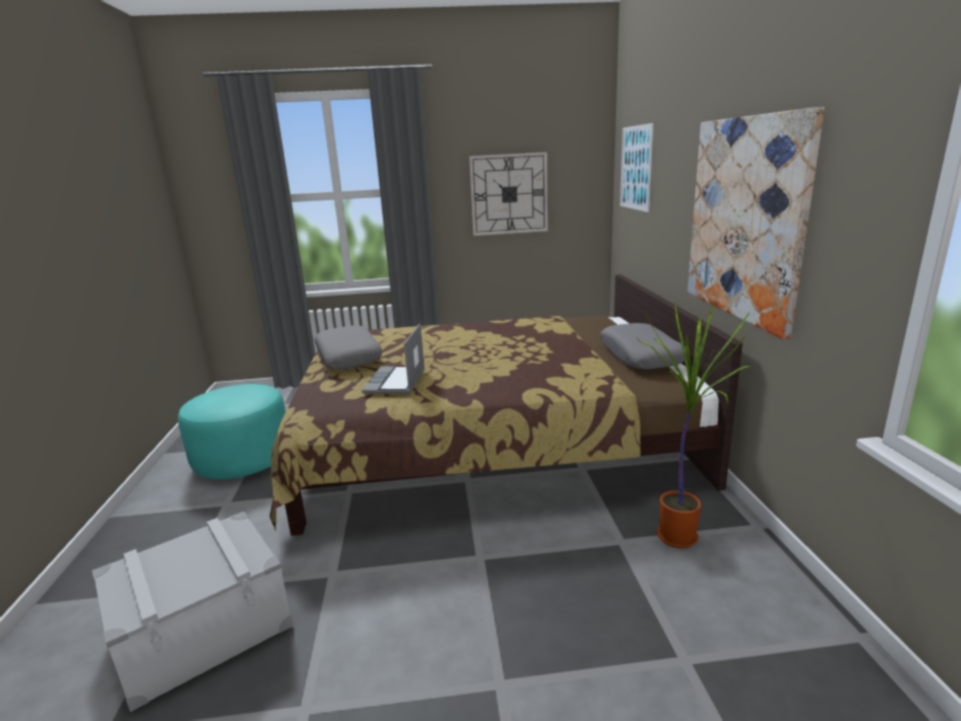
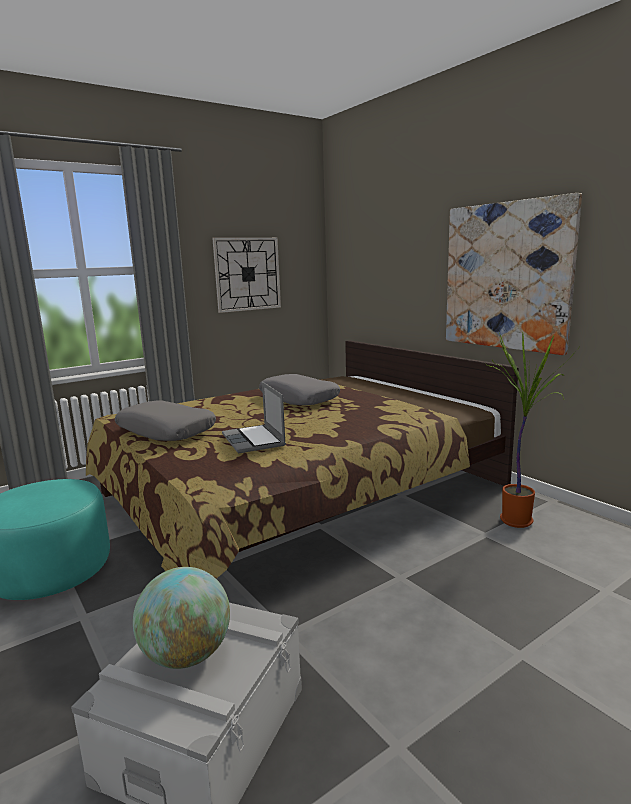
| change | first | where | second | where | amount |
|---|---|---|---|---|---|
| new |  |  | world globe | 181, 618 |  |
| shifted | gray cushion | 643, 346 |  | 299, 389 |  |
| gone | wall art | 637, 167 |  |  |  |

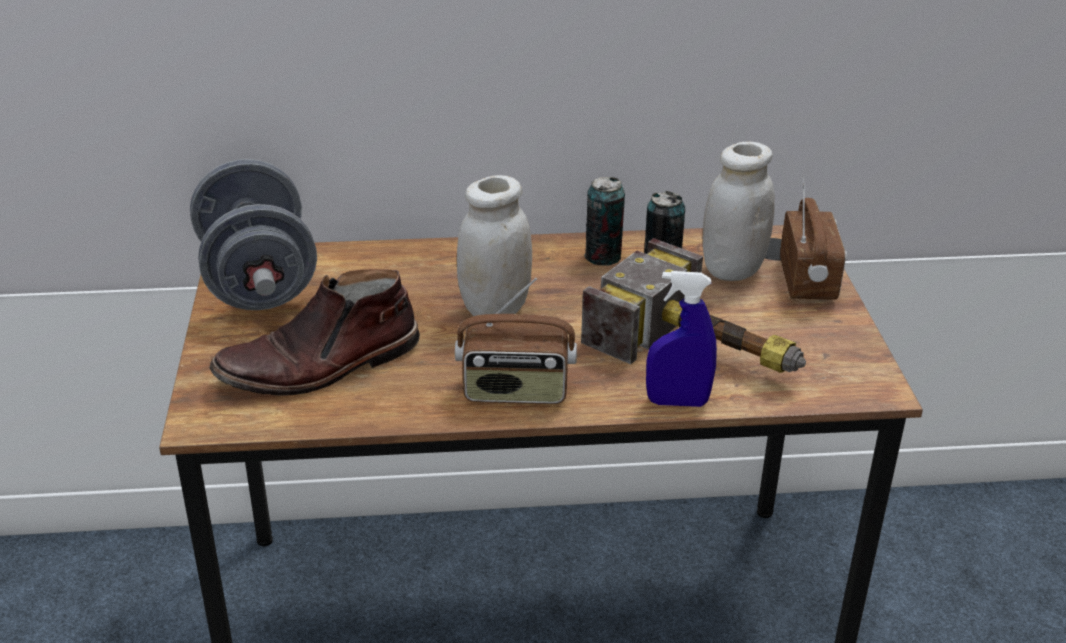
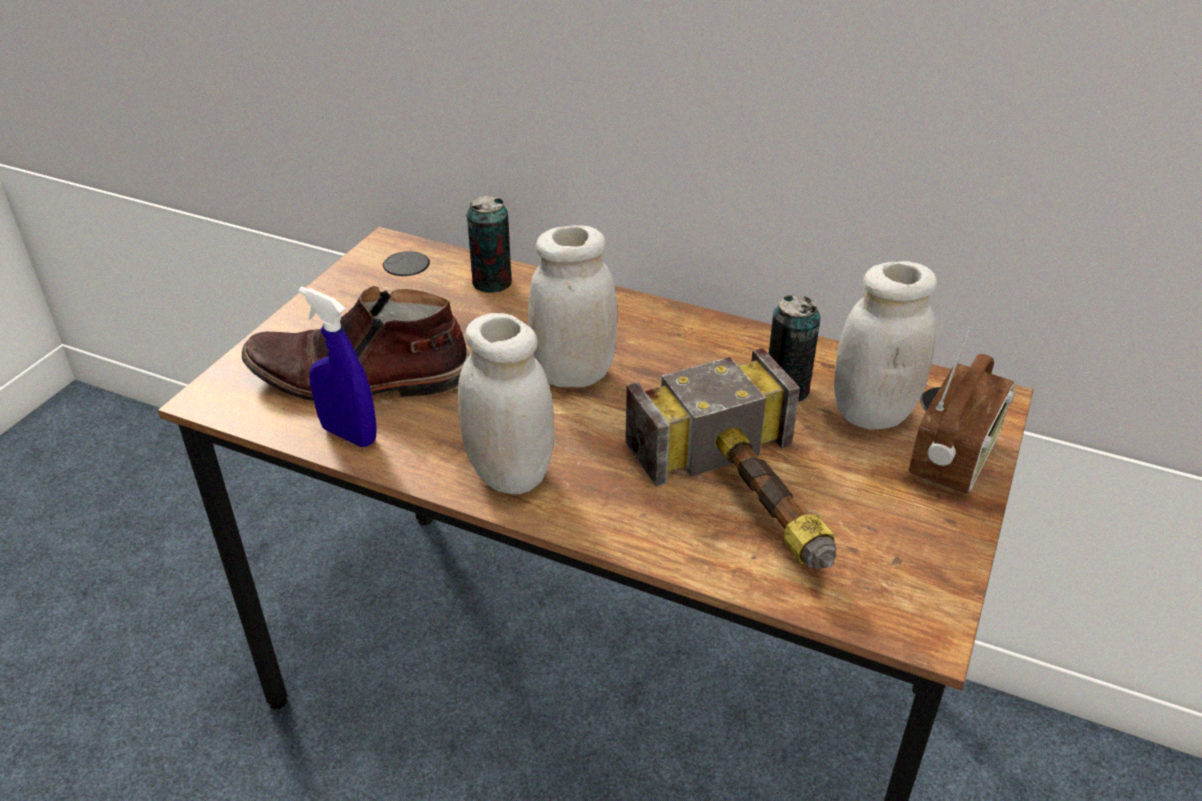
| change | first | where | second | where | amount |
|---|---|---|---|---|---|
| shifted | bluish spray bottle | 681, 339 |  | 338, 367 |  |
| swapped | radio | 516, 341 | white preserve jar | 506, 403 |  |
| shifted | metal can | 604, 221 |  | 489, 244 |  |
| gone | gray dumbbell | 253, 234 |  |  |  |

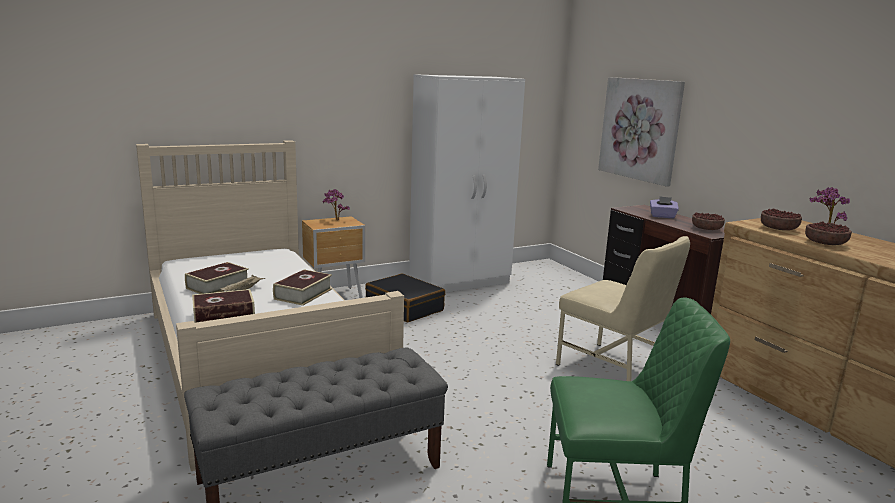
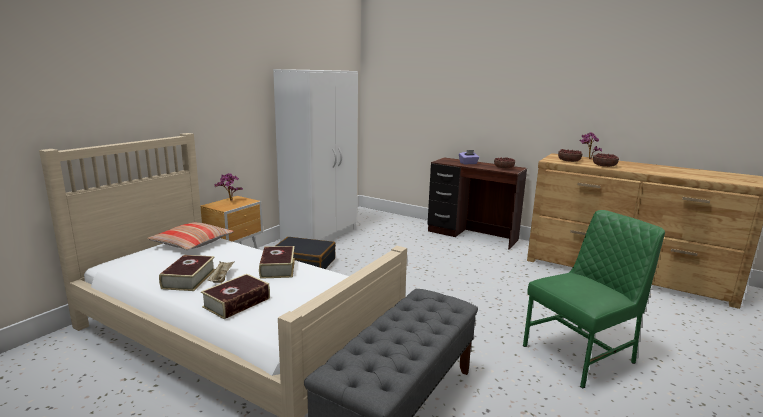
| change | first | where | second | where | amount |
|---|---|---|---|---|---|
| new |  |  | cushion | 190, 236 |  |
| gone | beige-coloured upright chair | 623, 308 |  |  |  |
| gone | wall art | 641, 132 |  |  |  |

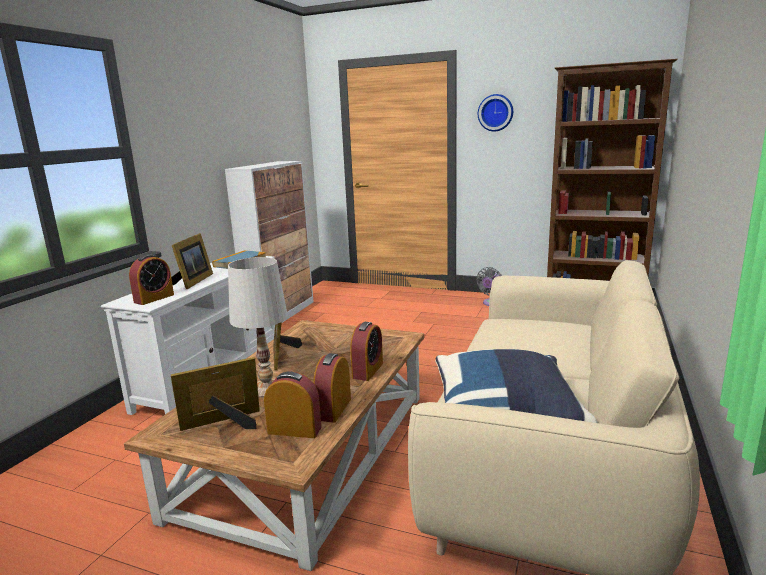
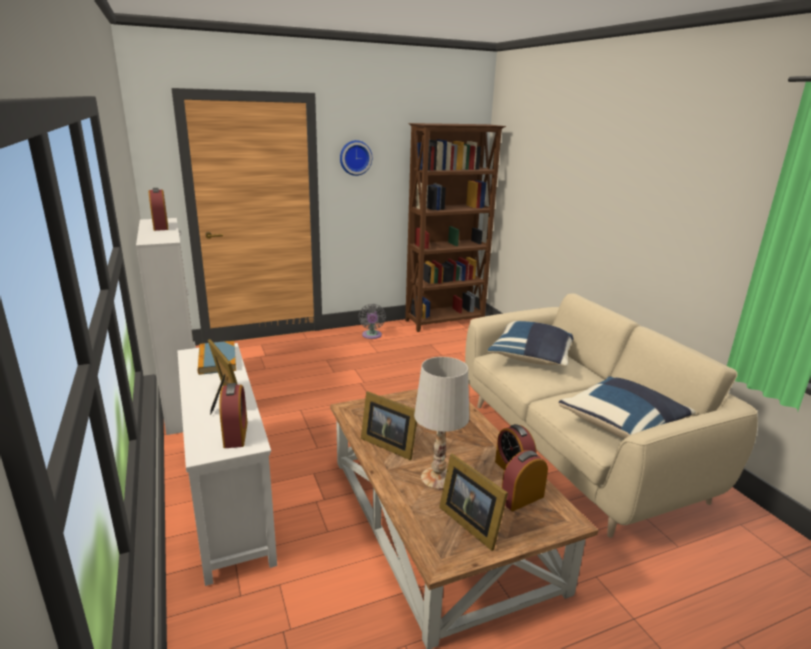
| change | first | where | second | where | amount |
|---|---|---|---|---|---|
| shifted | table clock | 366, 351 |  | 158, 209 |  |
| rotated | picture frame | 215, 394 |  | 473, 502 | 60 degrees counterclockwise |
| new |  |  | bluish cushion | 530, 344 |  |

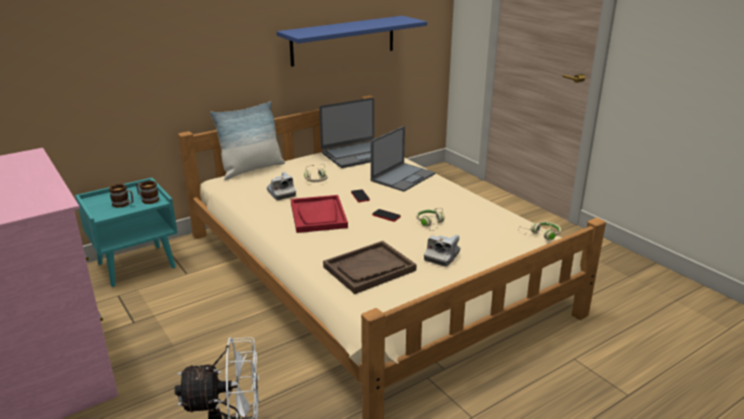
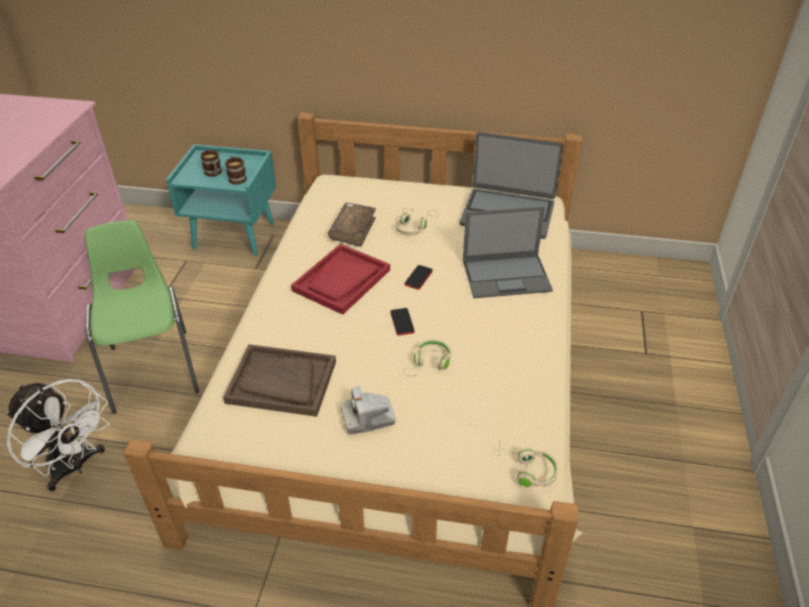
| change | first | where | second | where | amount |
|---|---|---|---|---|---|
| new |  |  | green upright chair | 142, 317 |  |
| swapped | still camera | 281, 186 | brownish book | 352, 225 |  |
| gone | cushion | 247, 140 |  |  |  |
| gone | bluish shelf | 352, 41 |  |  |  |

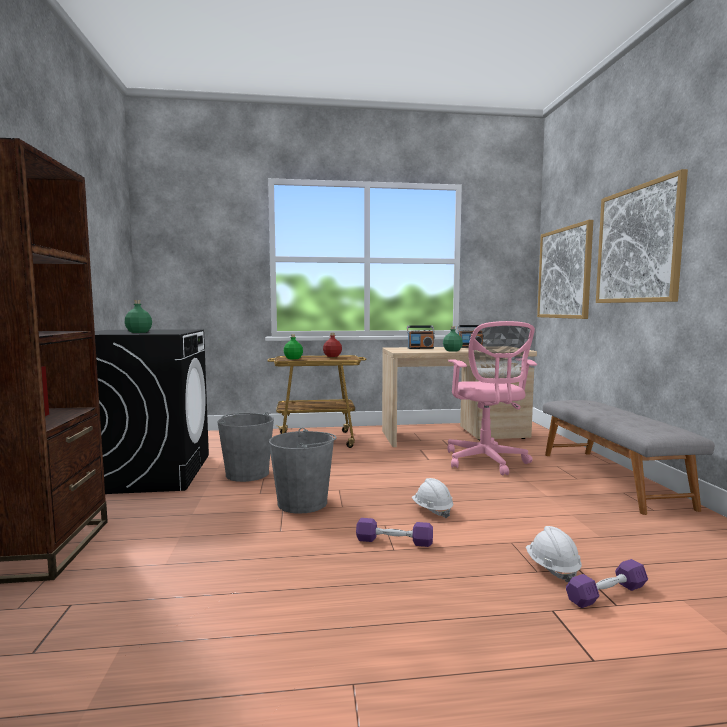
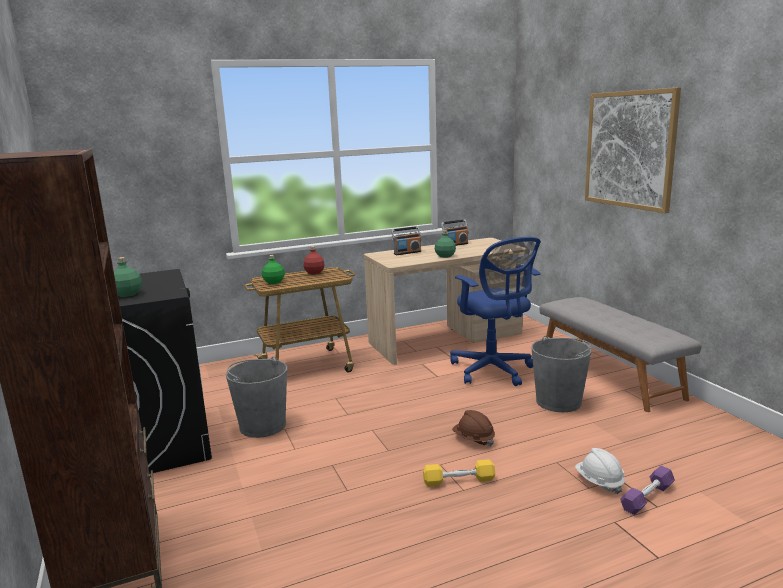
| change | first | where | second | where | amount |
|---|---|---|---|---|---|
| repainted | purple-coloured dumbbell | 394, 532 | yellow dumbbell | 459, 473 |  |
| repainted | pink-coloured office chair | 492, 398 | bluish office chair | 495, 311 |  |
| repainted | white work helmet | 433, 498 | brownish work helmet | 473, 428 |  |
| shifted | gray bucket | 303, 471 |  | 562, 374 |  |
| gone | wall art | 565, 269 |  |  |  |

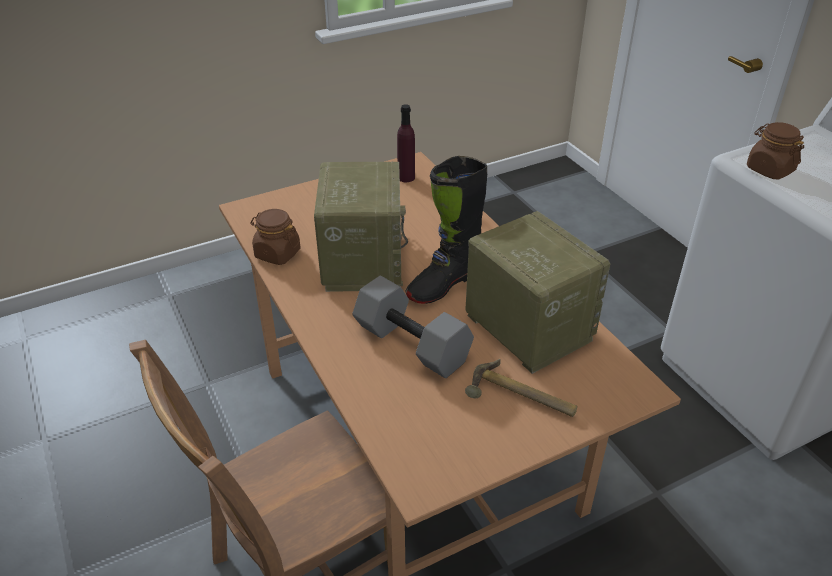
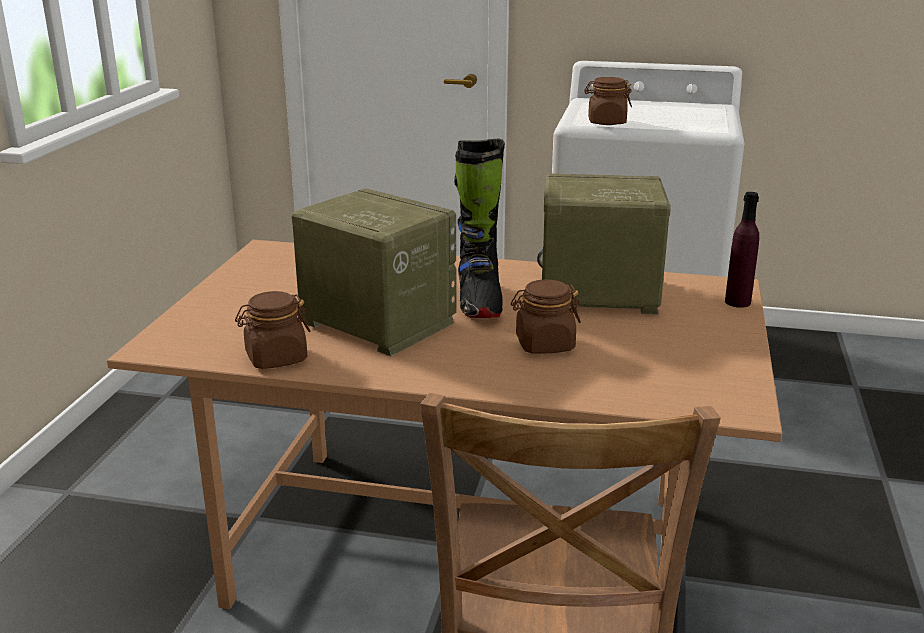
| change | first | where | second | where | amount |
|---|---|---|---|---|---|
| swapped | gray dumbbell | 413, 327 | brownish preserve jar | 546, 317 |  |
| shifted | purple-coloured drink bottle | 406, 143 |  | 742, 250 |  |
| gone | hand hammer | 521, 388 |  |  |  |

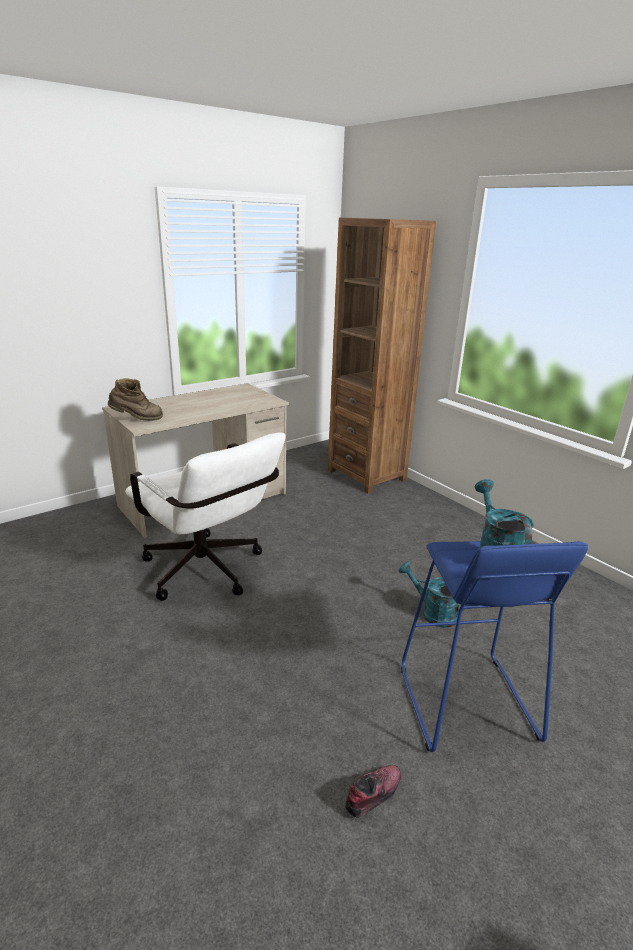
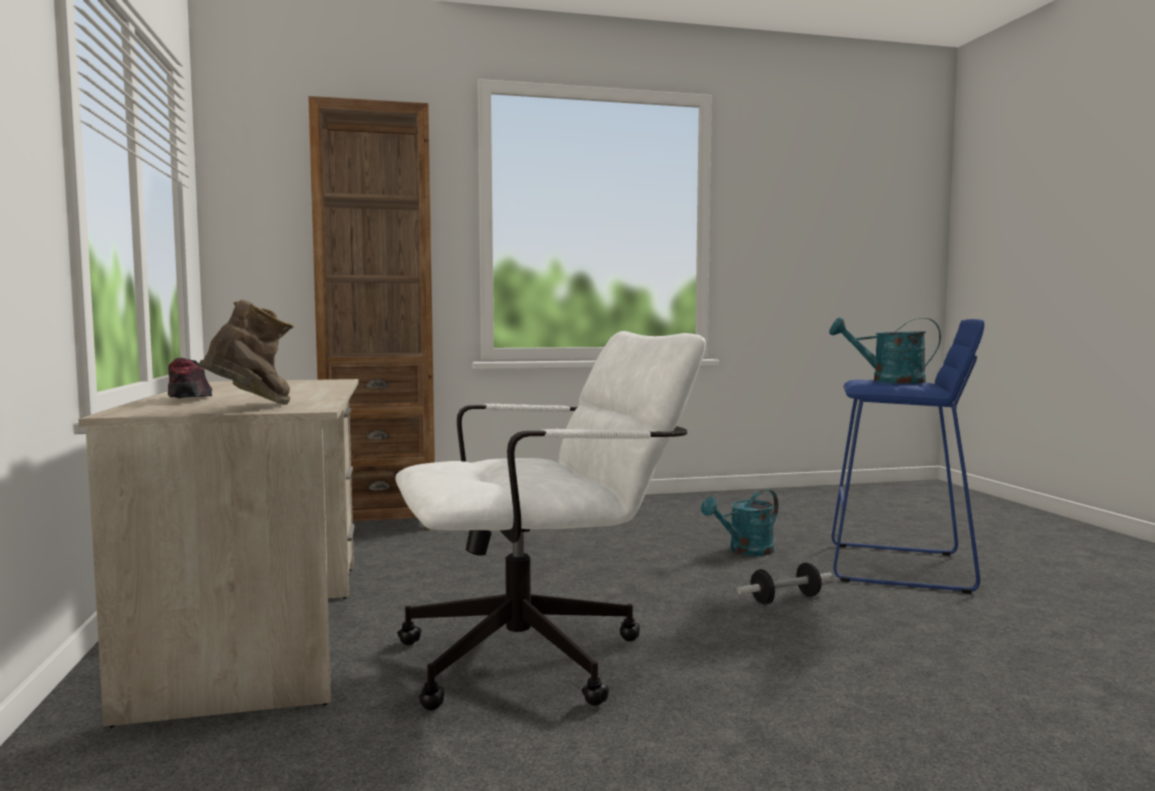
| change | first | where | second | where | amount |
|---|---|---|---|---|---|
| shifted | item of footwear | 373, 791 |  | 190, 378 |  |
| new |  |  | dumbbell | 784, 584 |  |

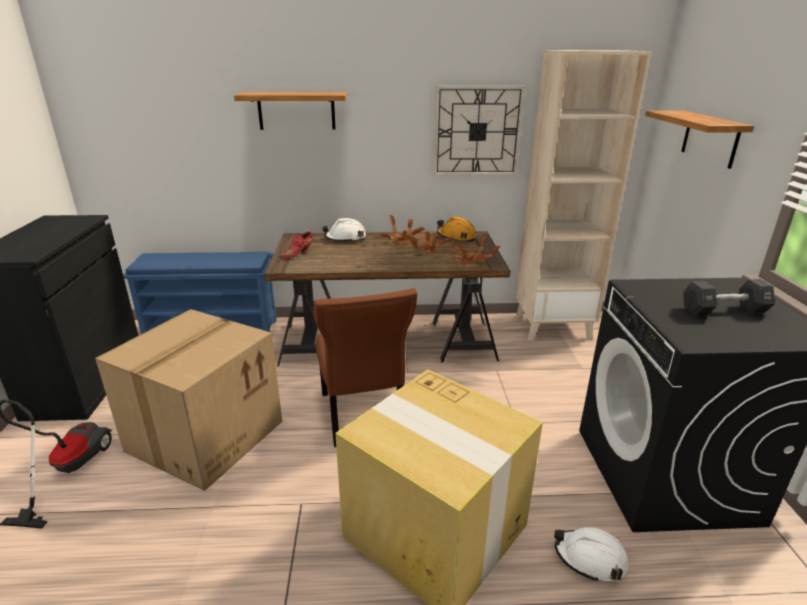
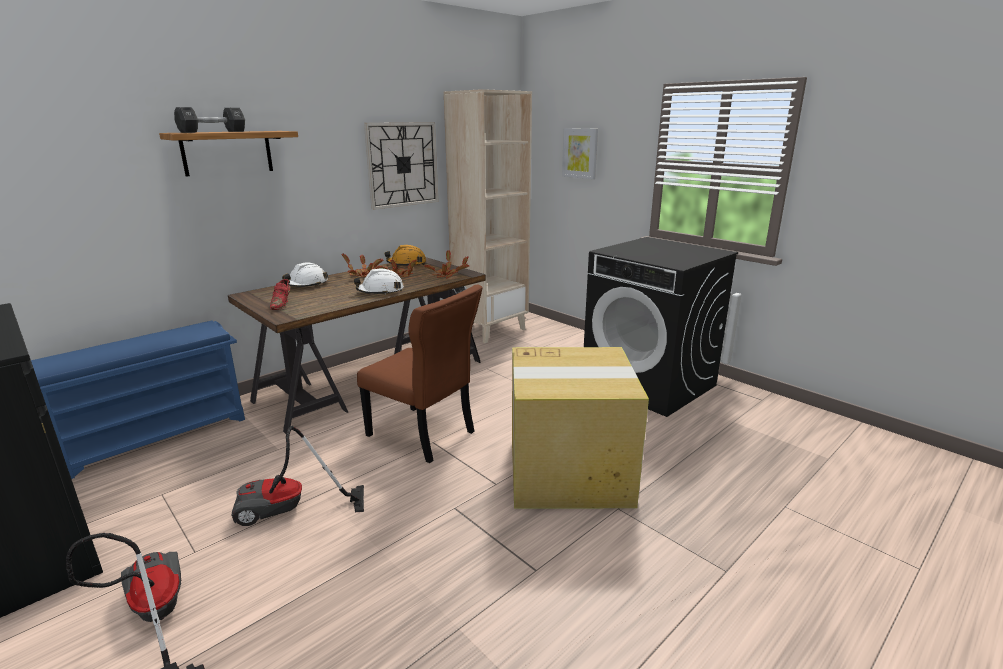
| change | first | where | second | where | amount |
|---|---|---|---|---|---|
| shifted | black-coloured dumbbell | 729, 298 |  | 209, 120 |  |
| swapped | packing box | 188, 400 | vacuum cleaner | 298, 476 |  |
| shifted | white work helmet | 591, 554 |  | 378, 282 |  |
| swapped | shelf | 699, 139 | wall art | 580, 153 |  |

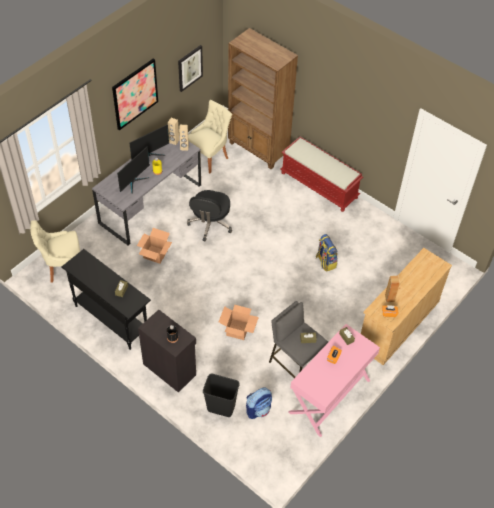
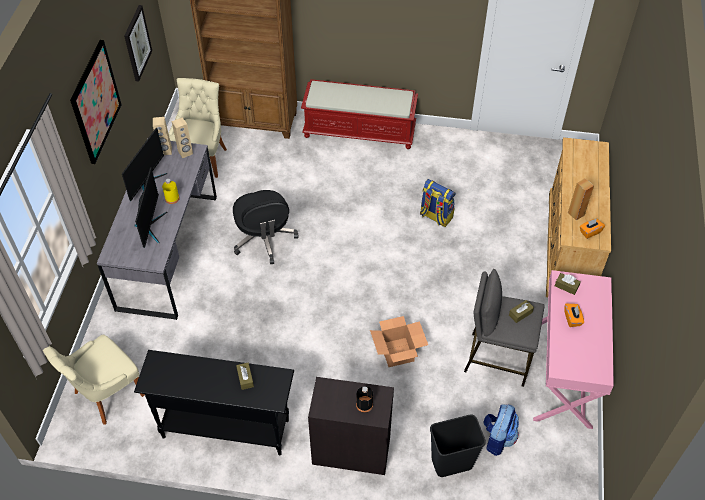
| change | first | where | second | where | amount |
|---|---|---|---|---|---|
| gone | packing box | 154, 246 |  |  |  |

